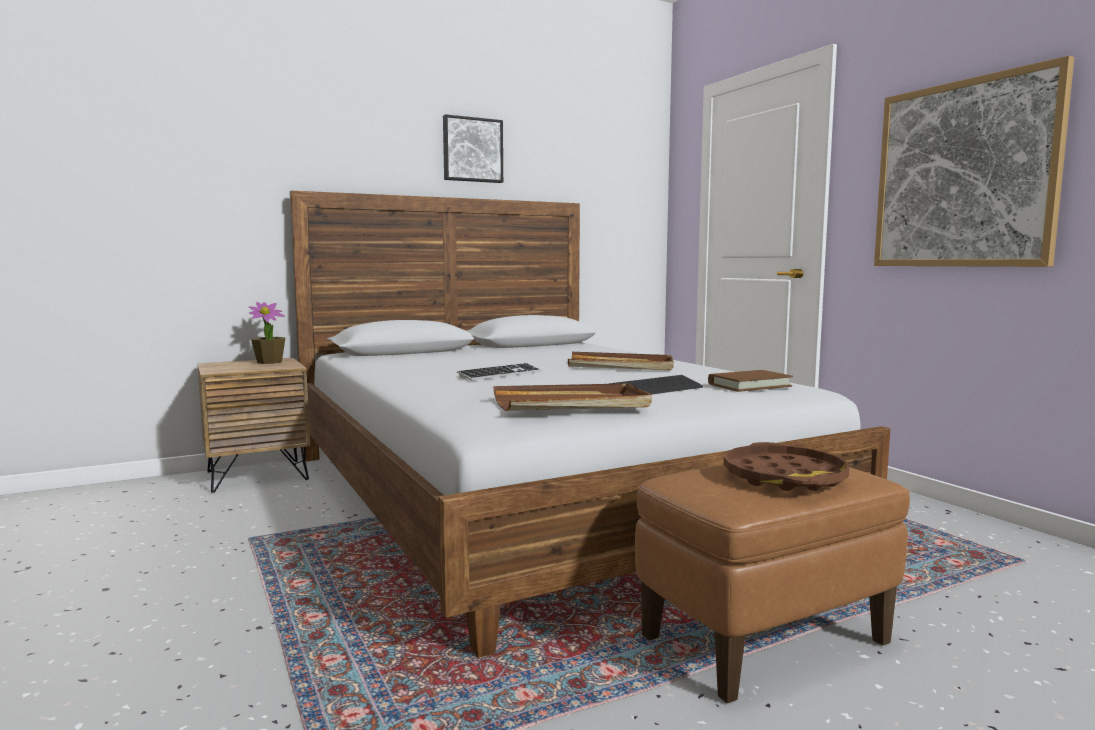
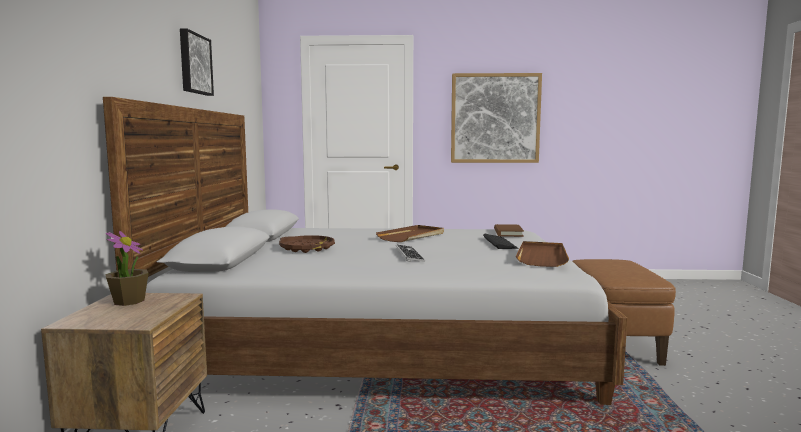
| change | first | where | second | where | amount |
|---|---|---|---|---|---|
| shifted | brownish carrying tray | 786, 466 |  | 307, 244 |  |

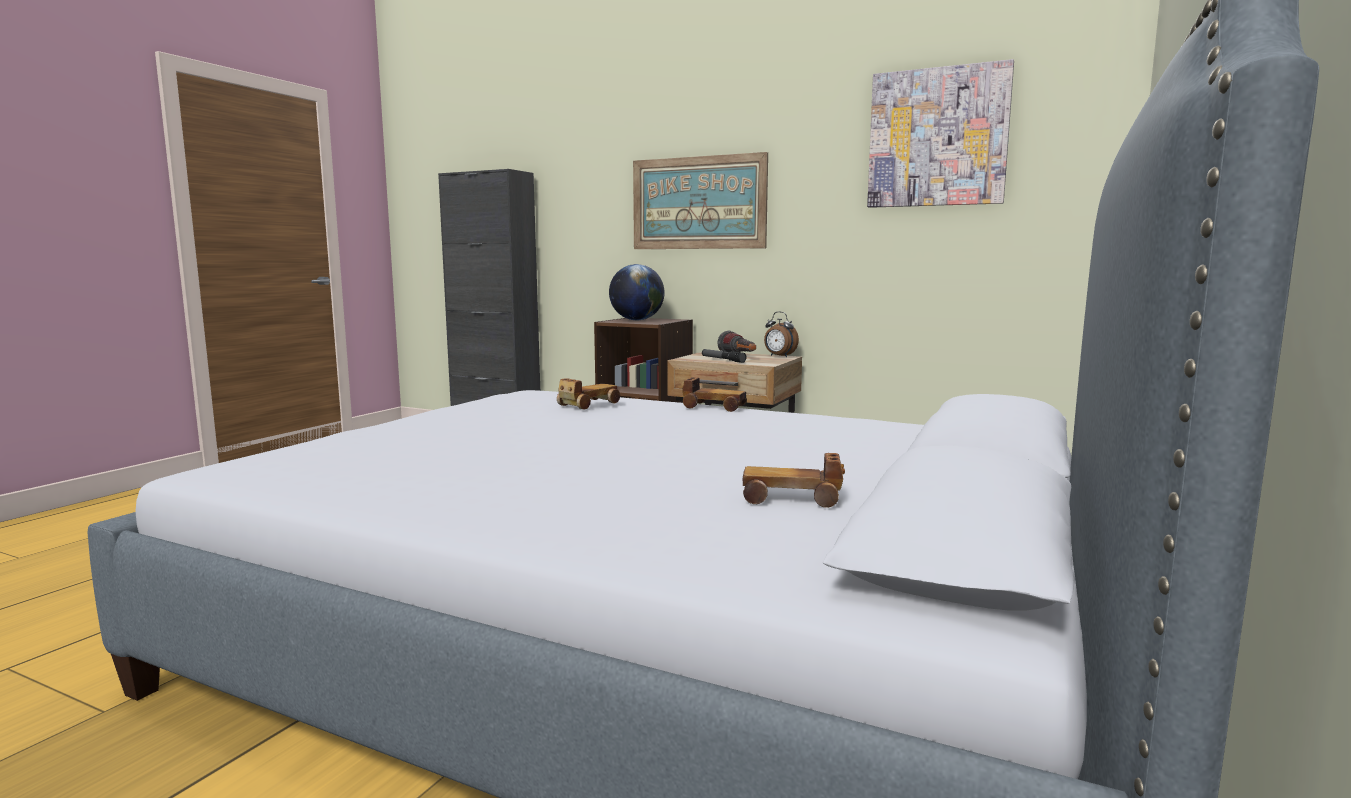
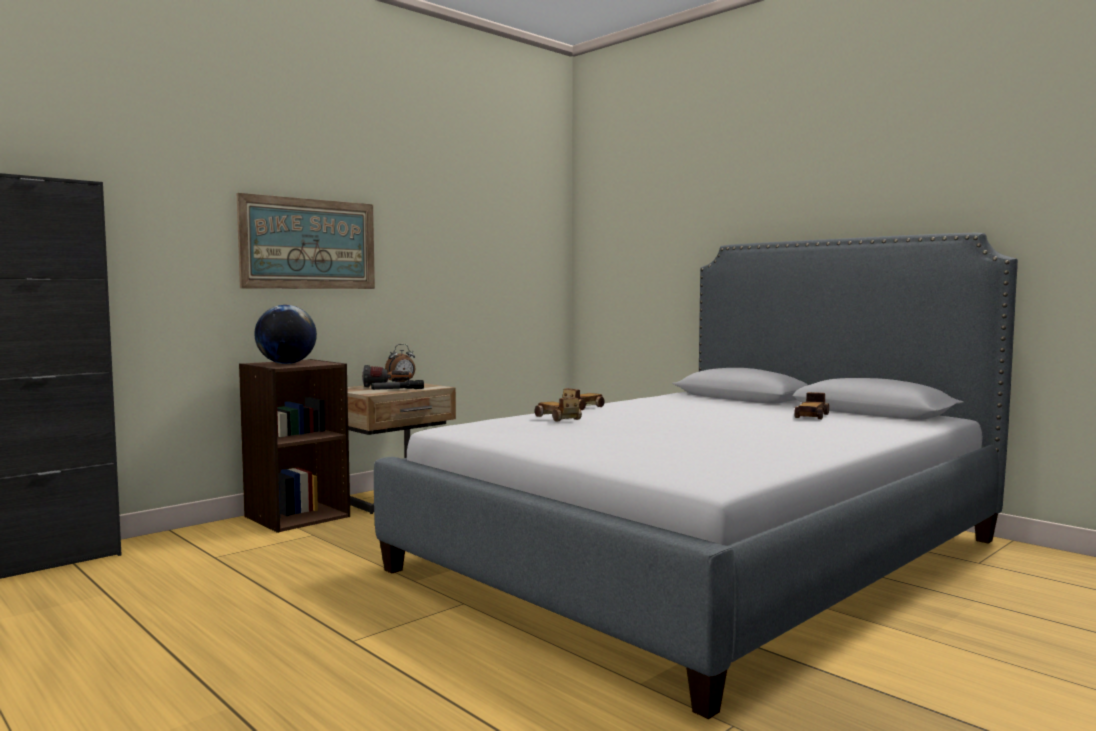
| change | first | where | second | where | amount |
|---|---|---|---|---|---|
| gone | wall art | 940, 133 |  |  |  |

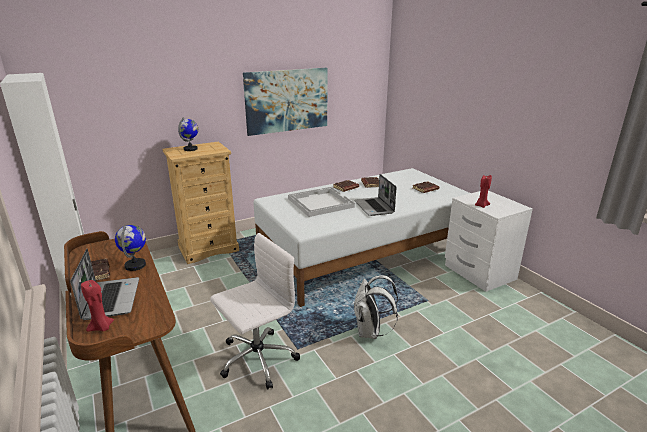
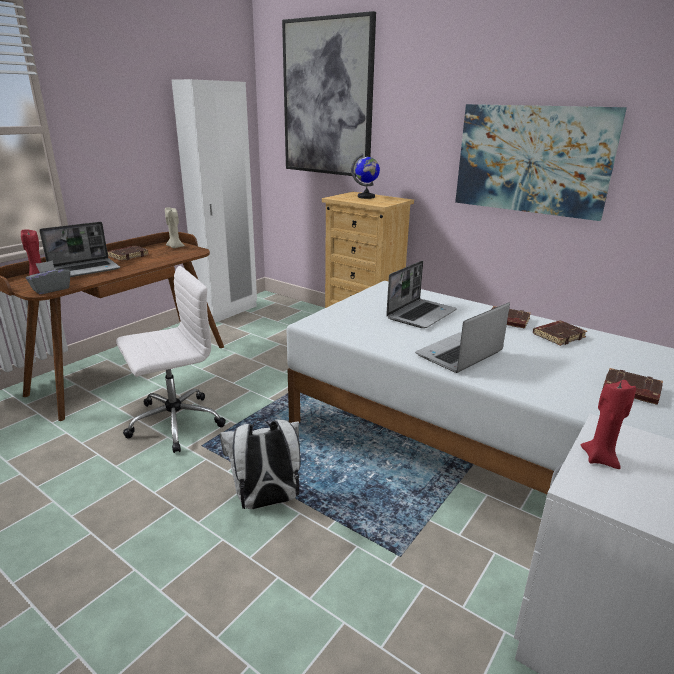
| change | first | where | second | where | amount |
|---|---|---|---|---|---|
| new |  |  | gray tissue holder | 48, 277 |  |
| rotated | white office chair | 255, 311 |  | 171, 359 | 60 degrees counterclockwise |
| new |  |  | beige-coloured candle | 175, 227 |  |
| new |  |  | wall art | 329, 94 |  |
| swapped | white carrying tray | 321, 202 | laptop | 421, 294 |  |
| gone | world globe | 130, 248 |  |  |  |

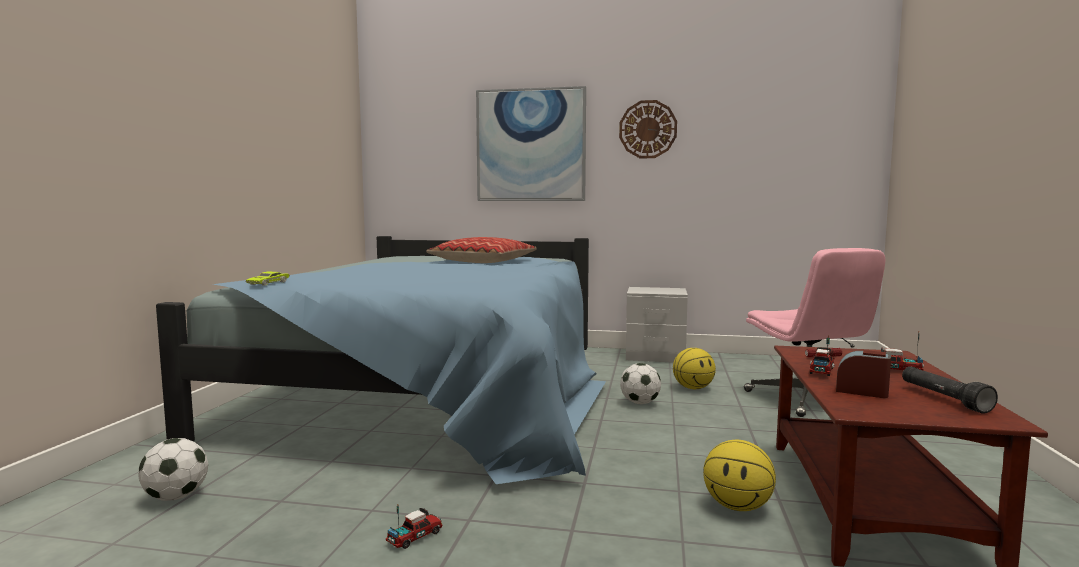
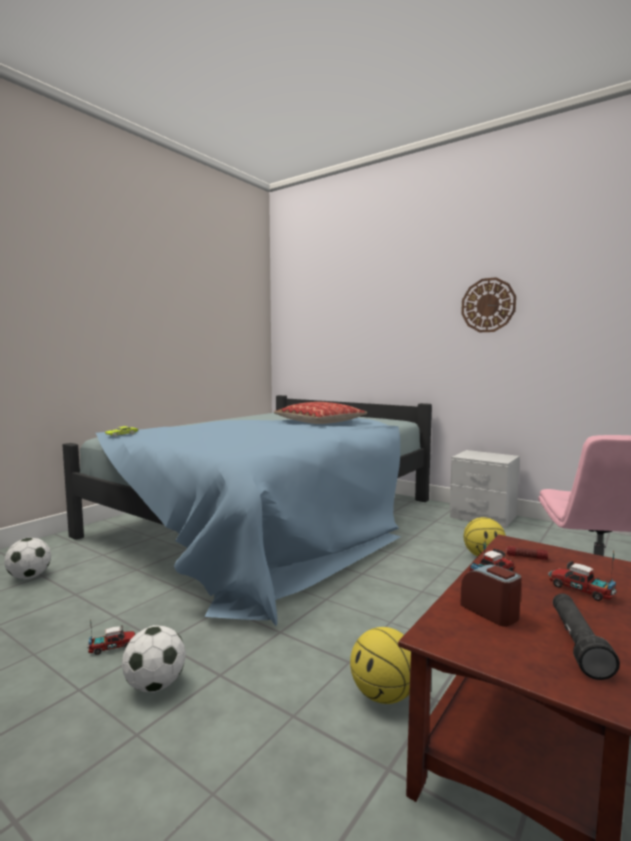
| change | first | where | second | where | amount |
|---|---|---|---|---|---|
| shifted | football | 640, 383 |  | 154, 658 |  |
| gone | wall art | 531, 143 |  |  |  |

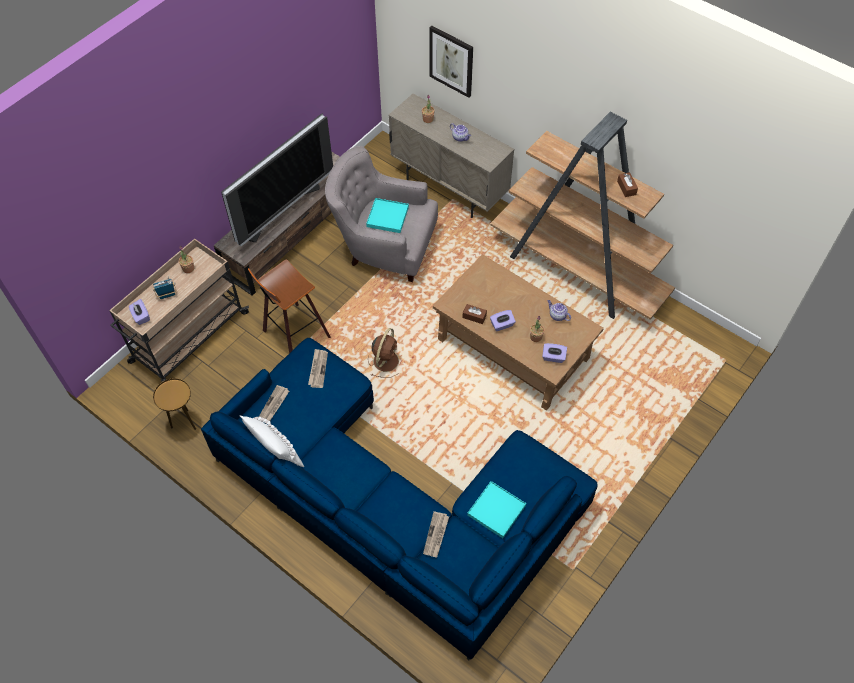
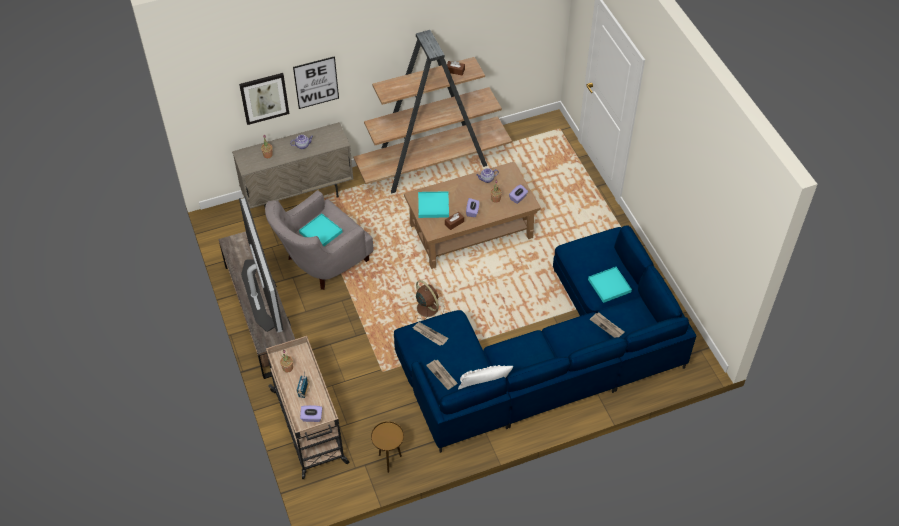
| change | first | where | second | where | amount |
|---|---|---|---|---|---|
| new |  |  | wall art | 316, 82 |  |
| new |  |  | blue-green carrying tray | 433, 204 |  |
| gone | stool seat | 289, 306 |  |  |  |

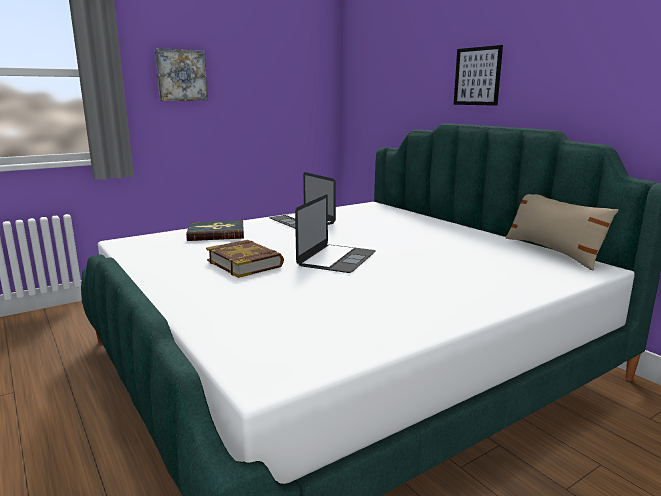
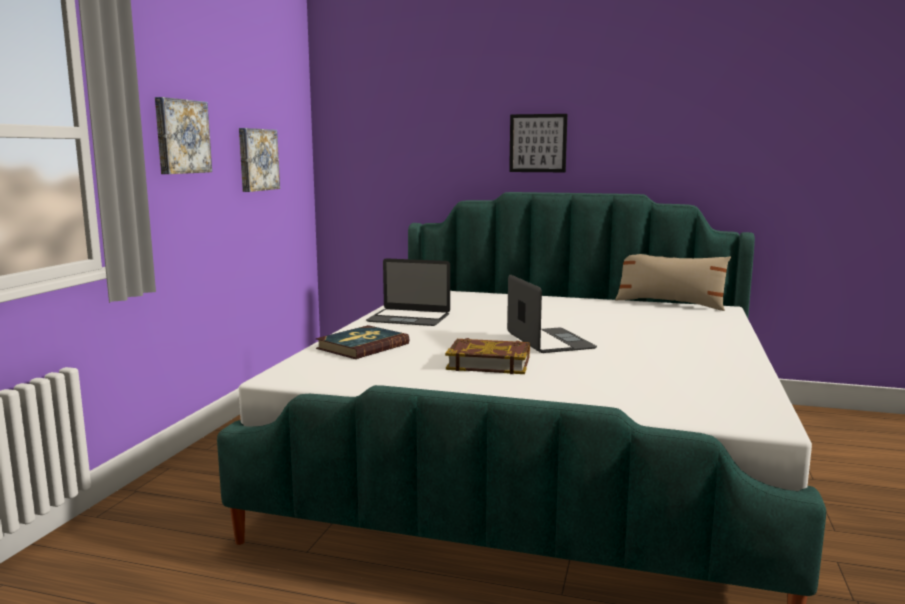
| change | first | where | second | where | amount |
|---|---|---|---|---|---|
| new |  |  | wall art | 259, 160 |  |

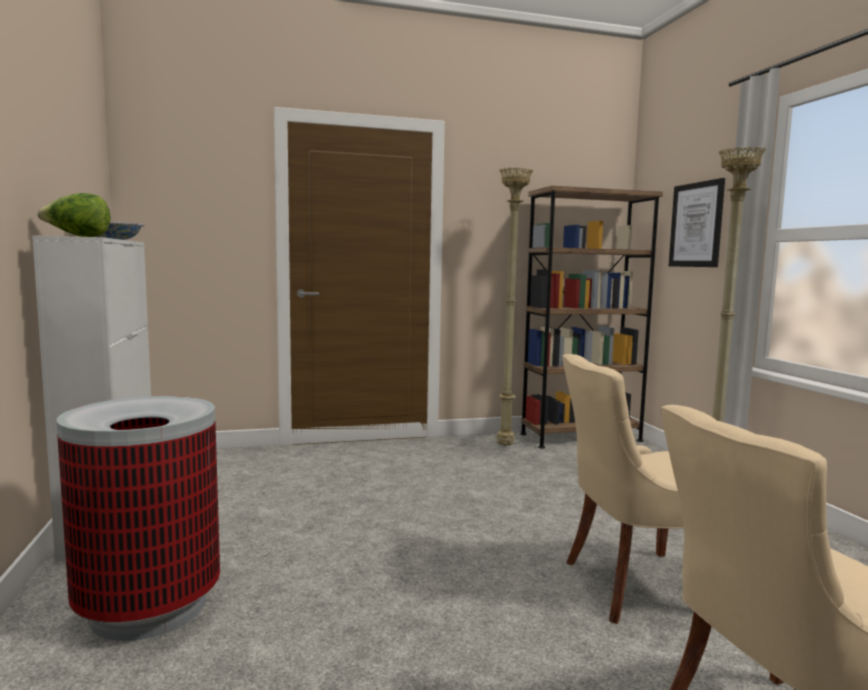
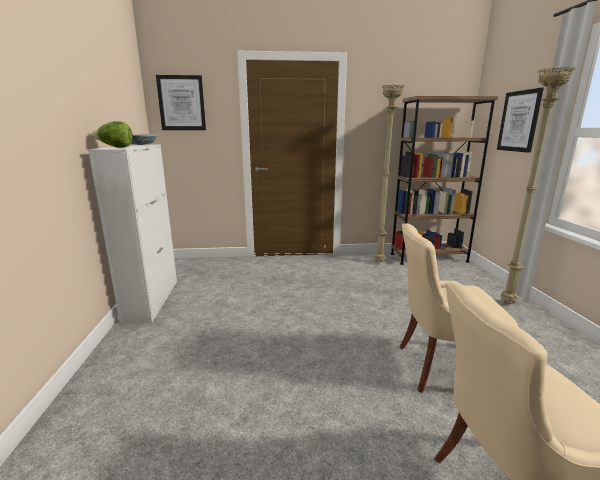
| change | first | where | second | where | amount |
|---|---|---|---|---|---|
| new |  |  | wall art | 181, 102 |  |
| gone | rubbish bin | 138, 518 |  |  |  |

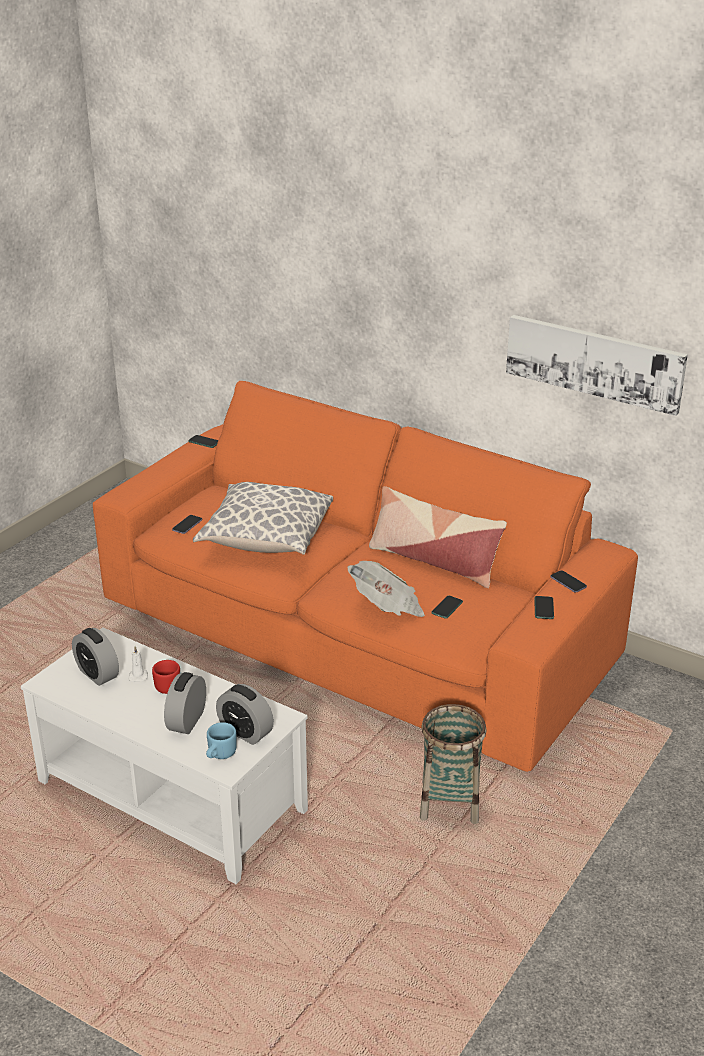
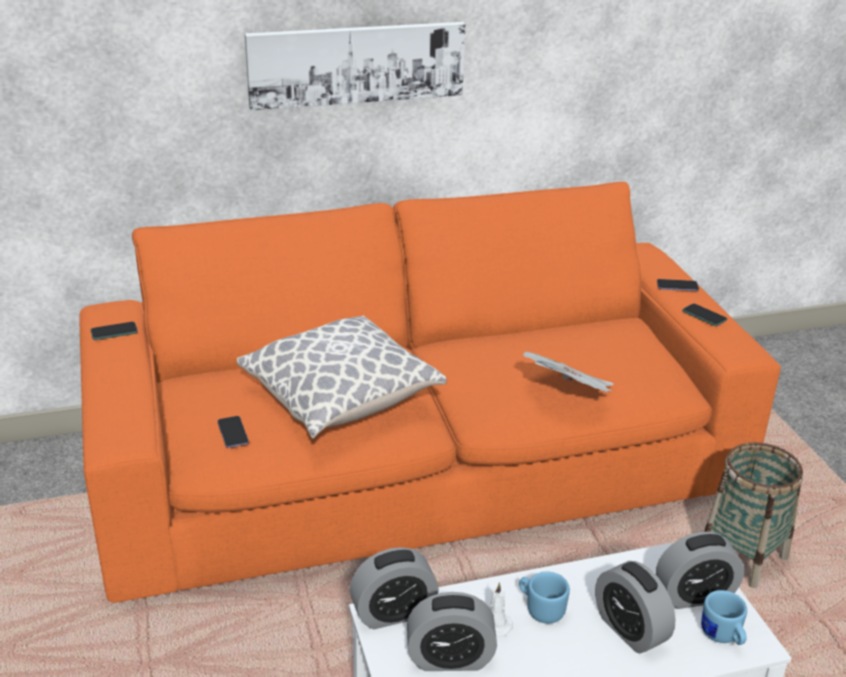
| change | first | where | second | where | amount |
|---|---|---|---|---|---|
| shifted | wall art | 597, 365 |  | 355, 66 |  |
| new |  |  | table clock | 394, 588 |  |
| repainted | red-coloured mug | 166, 677 | bluish mug | 544, 598 |  |
| gone | cushion | 438, 537 |  |  |  |
| gone | handset | 447, 607 |  |  |  |

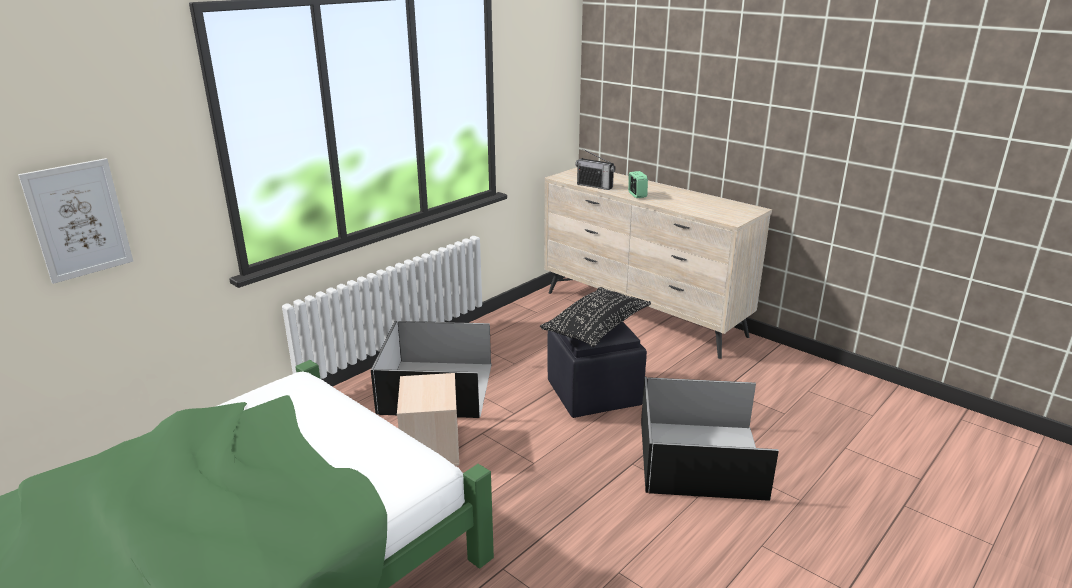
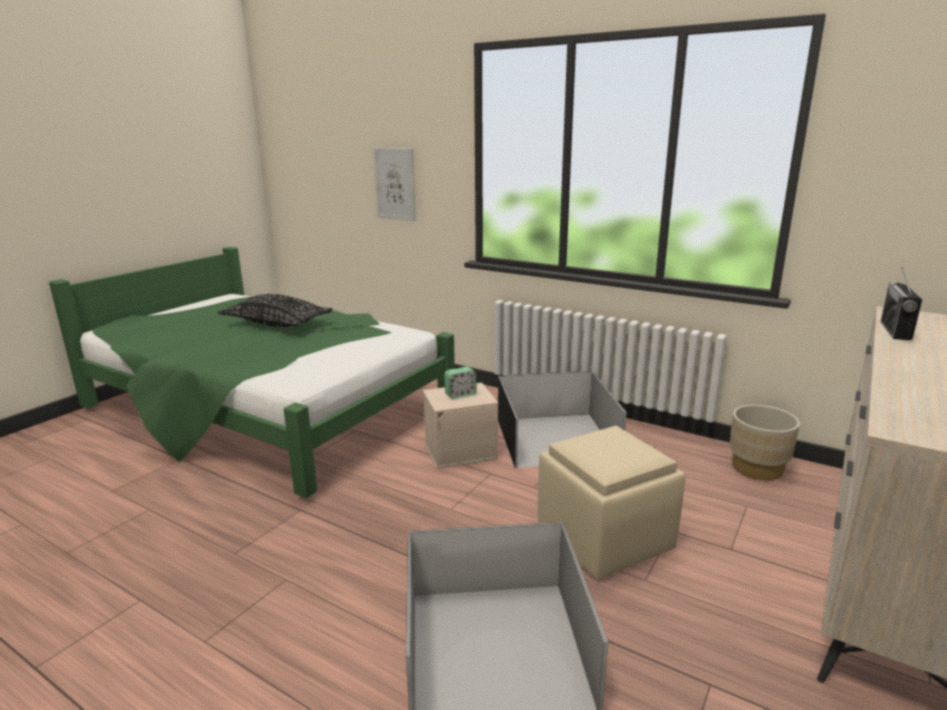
| change | first | where | second | where | amount |
|---|---|---|---|---|---|
| shifted | black-coloured cushion | 595, 317 |  | 275, 310 |  |
| shifted | table clock | 638, 184 |  | 460, 383 |  |
| repainted | black-coloured footrest | 597, 370 | beige-coloured footrest | 612, 503 |  |
| new |  |  | beige-coloured plant pot | 765, 442 |  |

